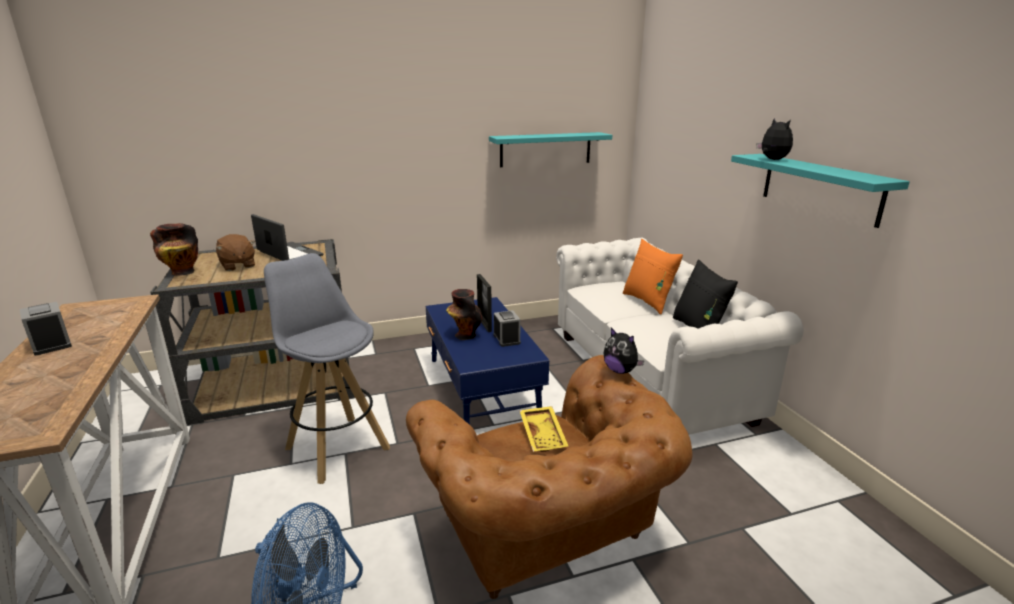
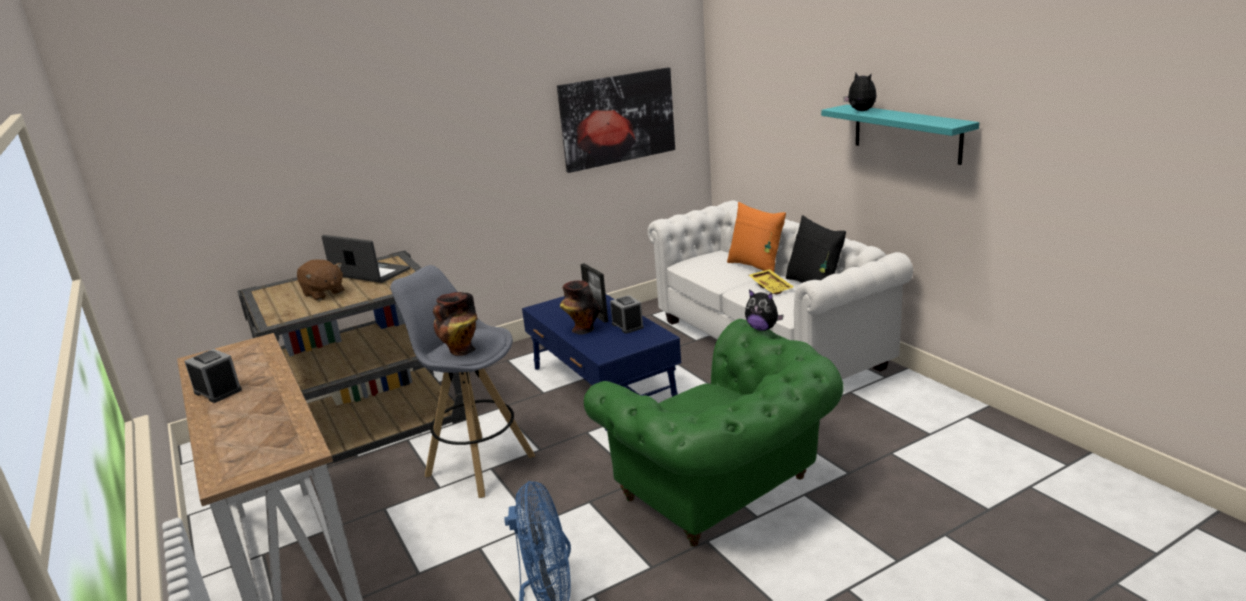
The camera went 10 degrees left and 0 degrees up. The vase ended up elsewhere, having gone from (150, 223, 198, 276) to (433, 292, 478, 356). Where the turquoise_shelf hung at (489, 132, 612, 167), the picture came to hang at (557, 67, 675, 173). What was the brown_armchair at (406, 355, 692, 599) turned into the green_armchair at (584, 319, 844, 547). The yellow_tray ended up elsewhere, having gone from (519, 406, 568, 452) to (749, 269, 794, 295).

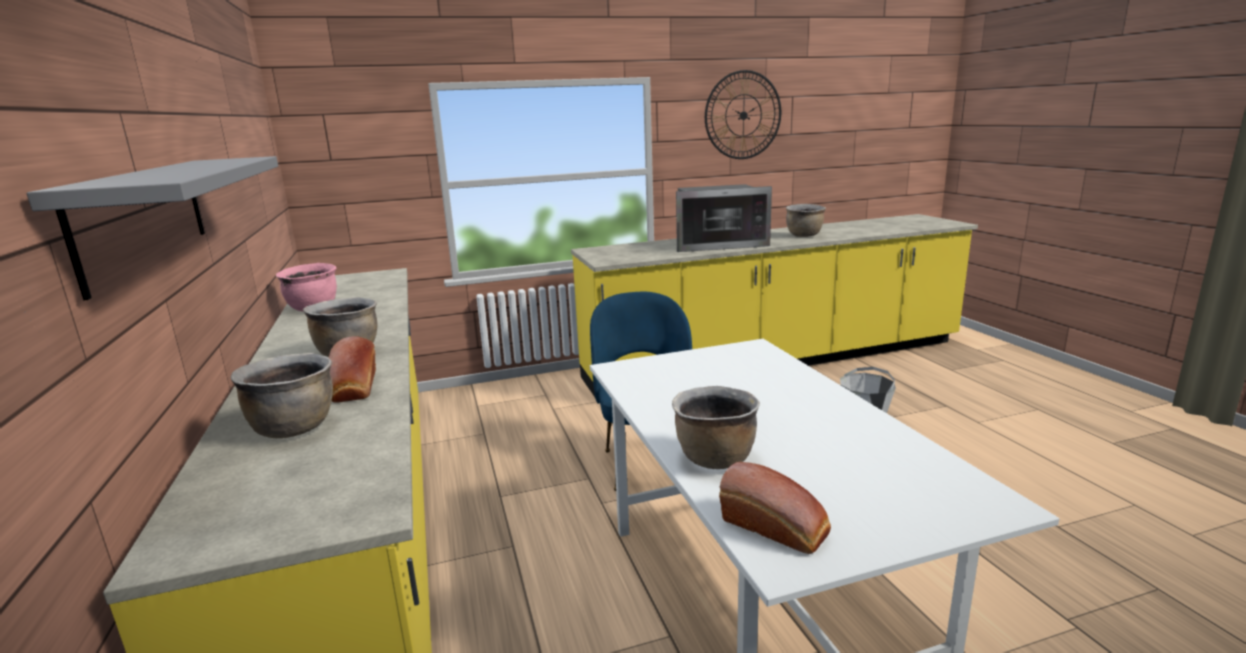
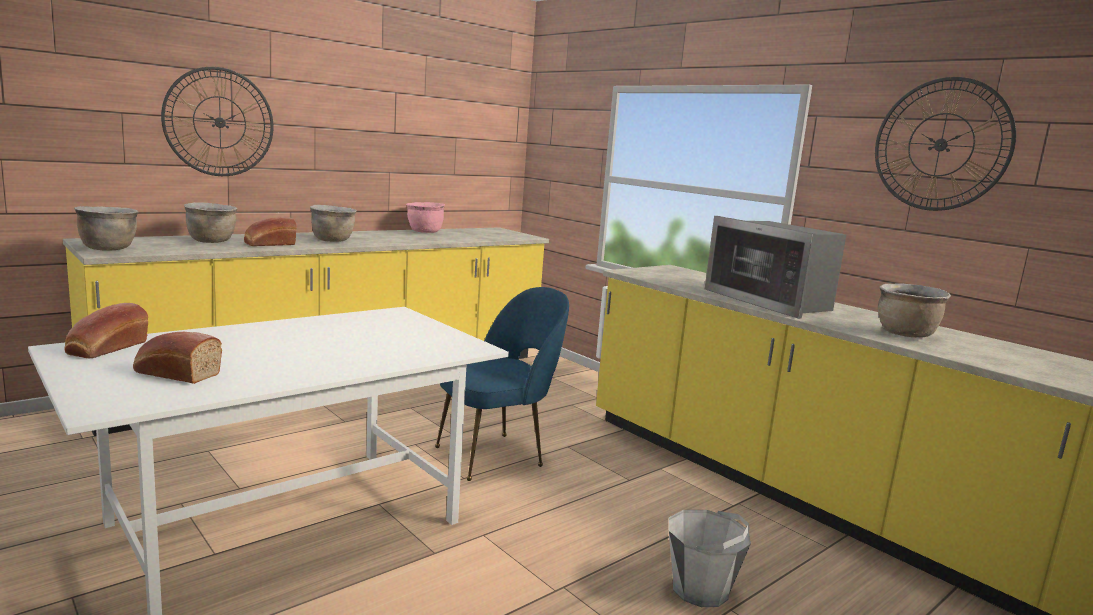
The camera went 65 degrees right and 5 degrees down. The brown_cooking_pot ended up elsewhere, having gone from (672, 386, 760, 469) to (74, 206, 138, 250). The second view gained the bread at (133, 332, 222, 384). Where the grey_shelf hung at (27, 156, 278, 301), the wall_clock came to hang at (161, 67, 274, 176).

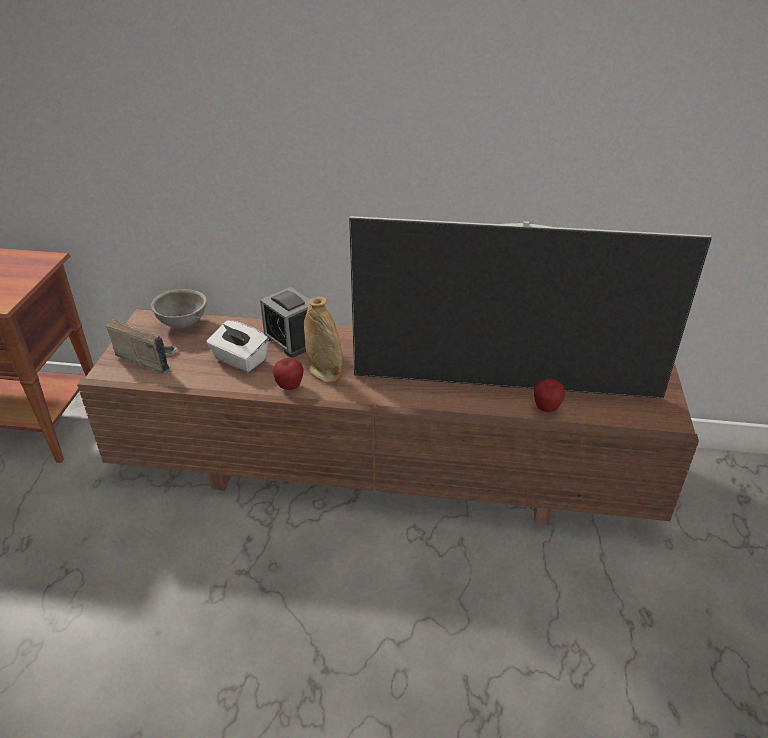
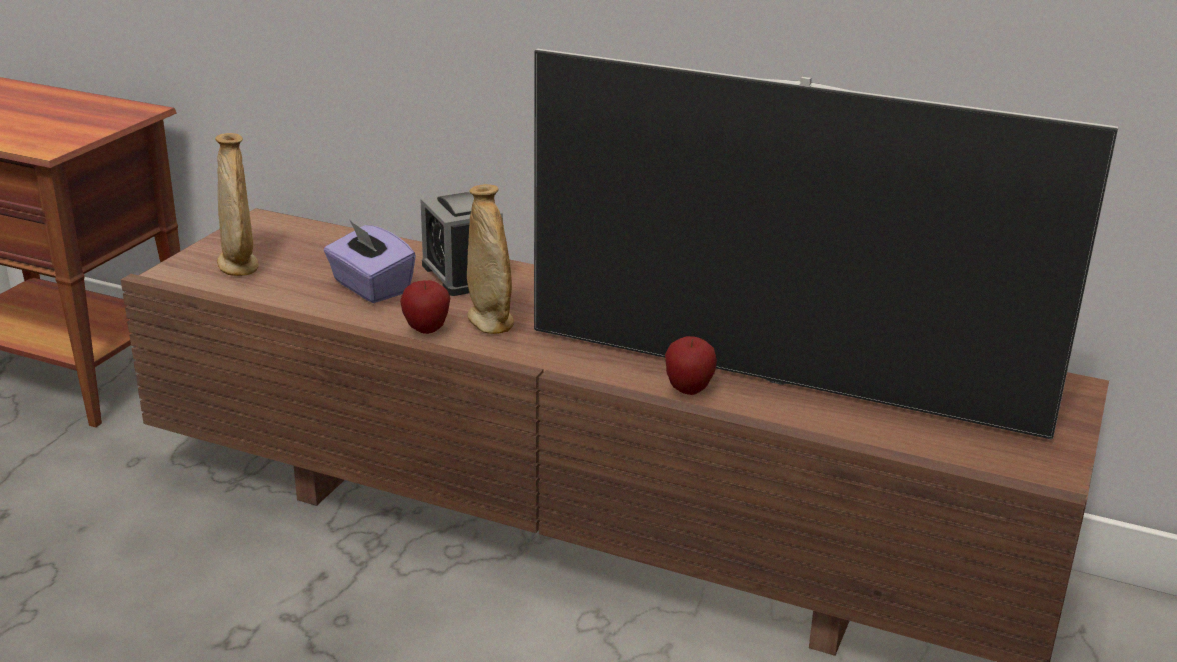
The camera went 15 degrees right and 10 degrees down. Where the radio stood at (107, 319, 178, 374), the beige_vase came to stand at (215, 133, 259, 276). What was the white_tissue_box at (207, 321, 269, 372) turned into the purple_tissue_box at (324, 220, 416, 303). The apple ended up elsewhere, having gone from (534, 378, 565, 412) to (665, 336, 717, 395). The second view lost the grey_bowl at (151, 289, 207, 328).

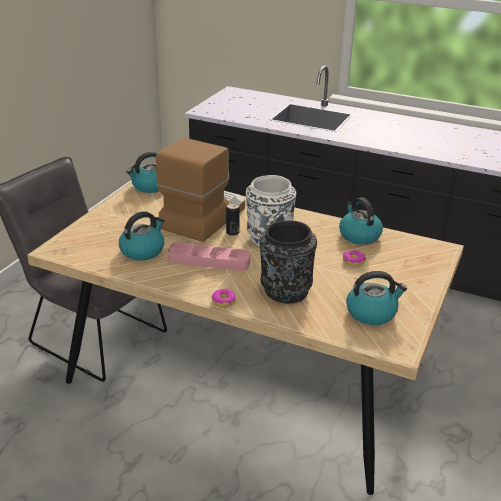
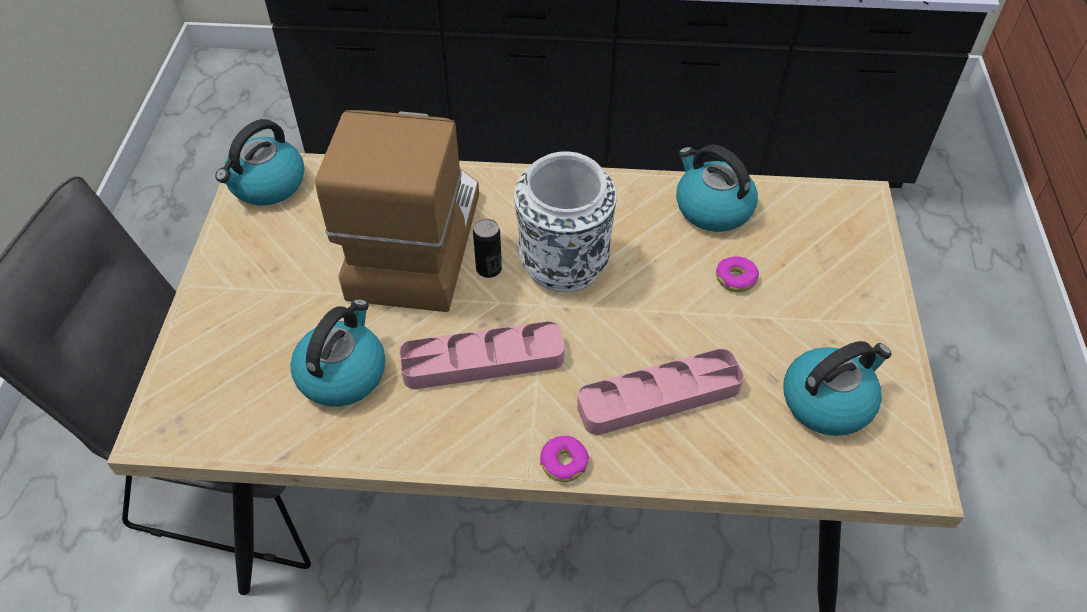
The camera went 20 degrees left and 20 degrees up. Where the black_vase stood at (260, 220, 317, 304), the pink_tray came to stand at (577, 348, 744, 435).

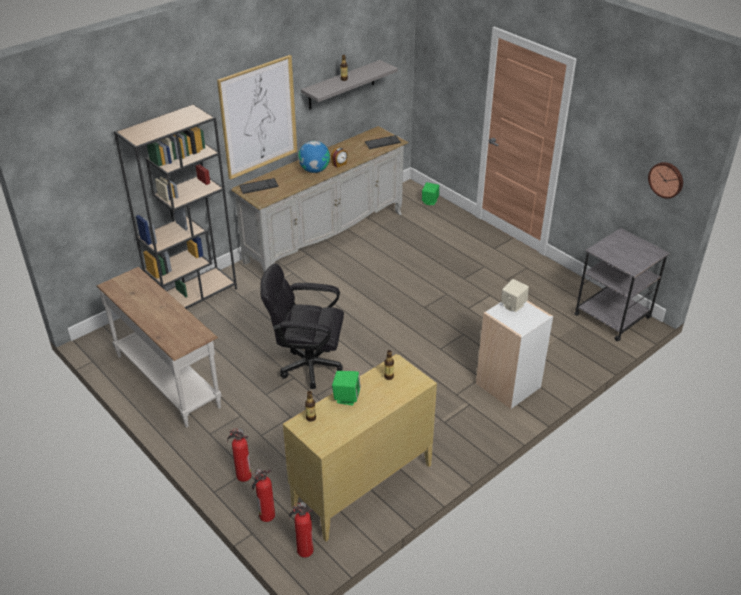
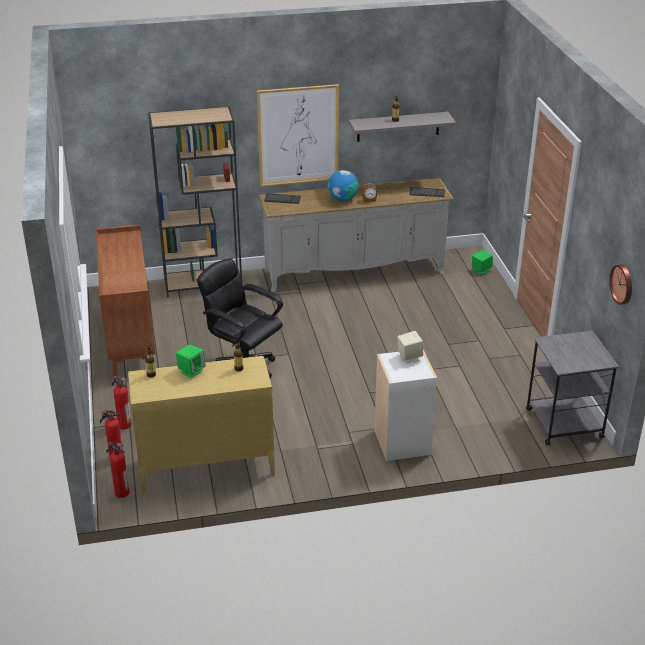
The camera went 30 degrees right and 5 degrees down. Where the white_console_table stood at (97, 267, 222, 427), the brown_cabinet came to stand at (95, 224, 155, 377).

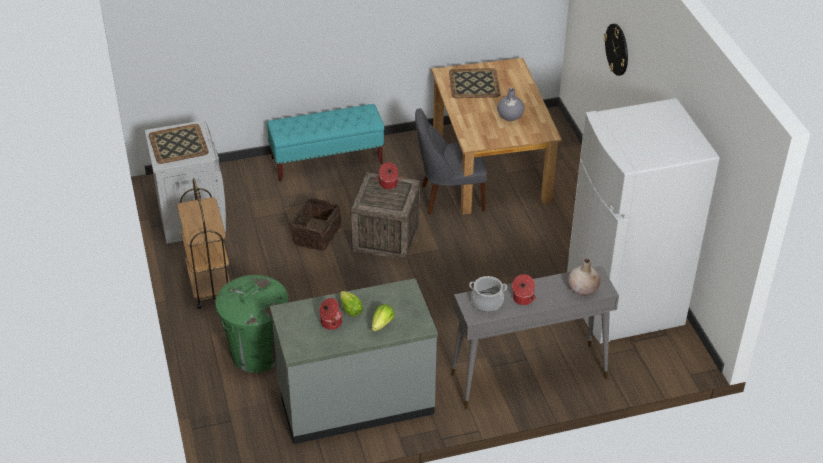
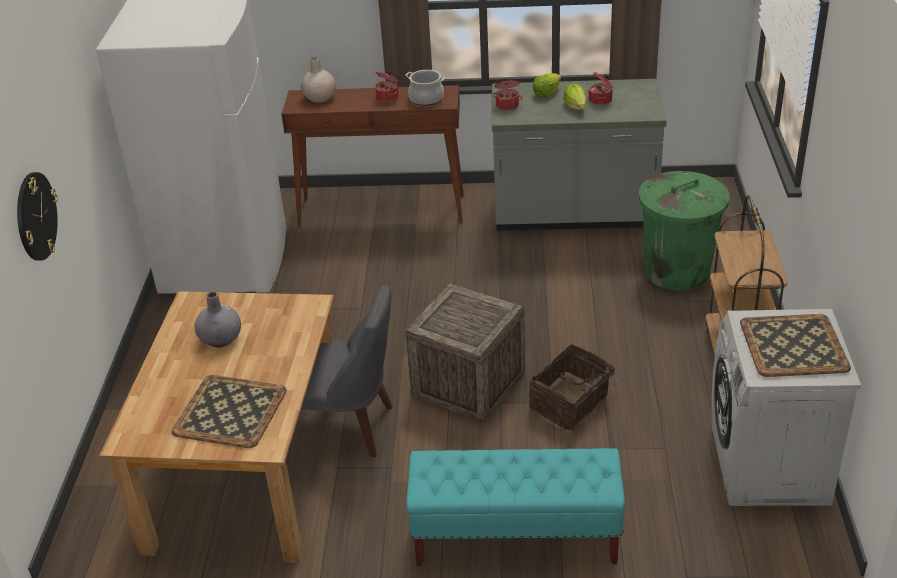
The camera went 160 degrees left and 5 degrees down. What was the grey_console_table at (451, 266, 619, 409) turned into the brown_console_table at (281, 85, 464, 228). The cooking_pot ended up elsewhere, having gone from (376, 162, 401, 189) to (491, 78, 523, 111).

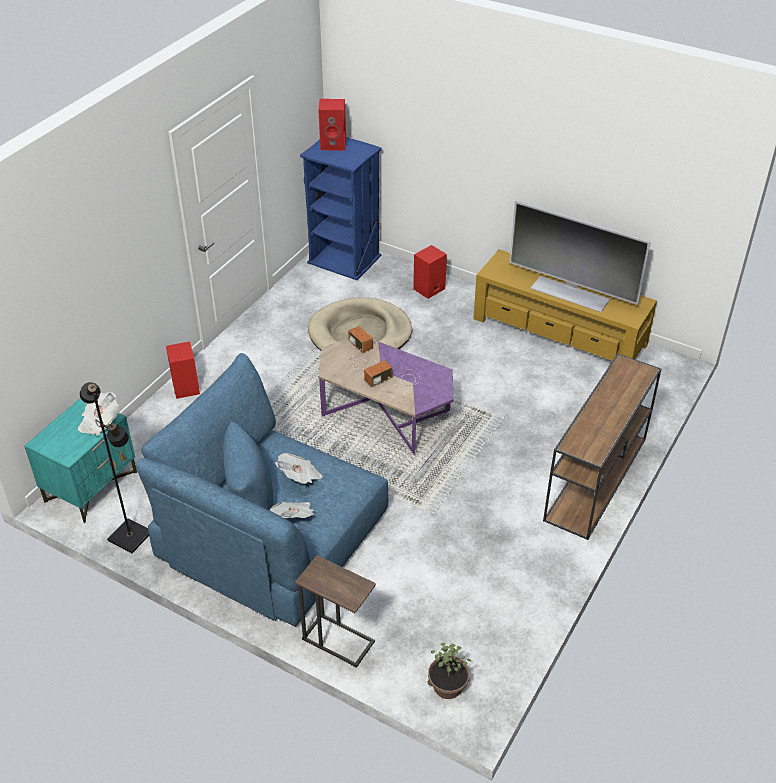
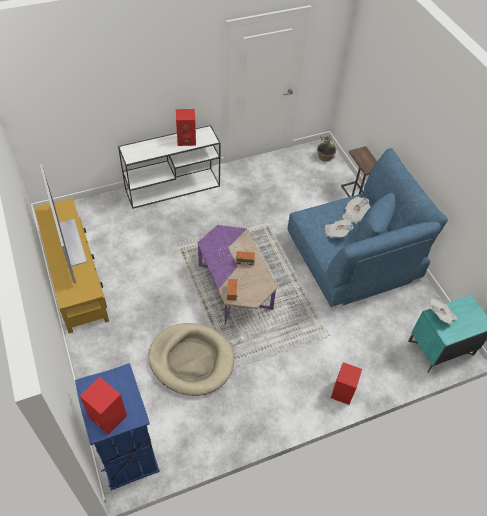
The camera went 145 degrees left and 10 degrees up. What was the brown_console_table at (543, 353, 661, 540) turned into the white_console_table at (118, 125, 220, 209). The red_speaker ended up elsewhere, having gone from (413, 245, 447, 299) to (176, 109, 196, 146). The second view lost the black_floor_lamp at (80, 382, 149, 553).

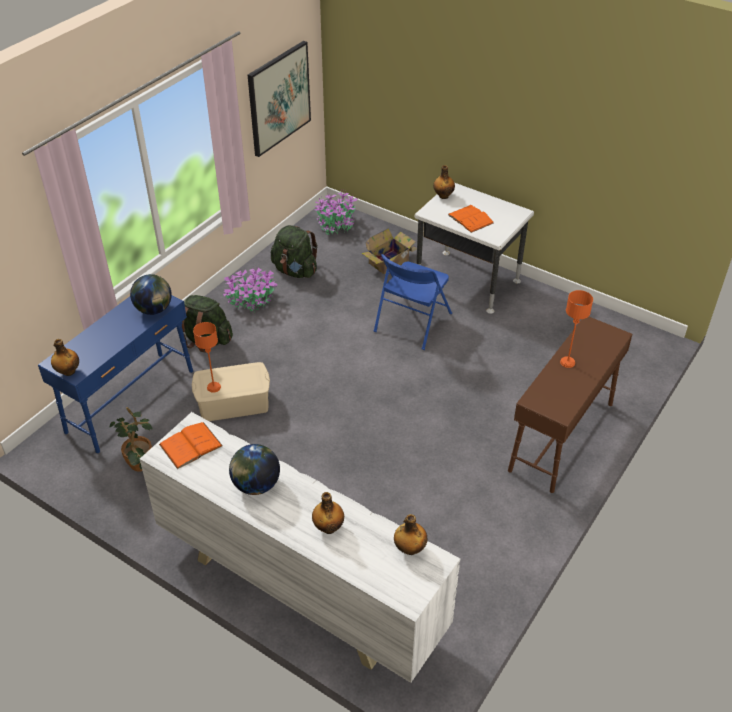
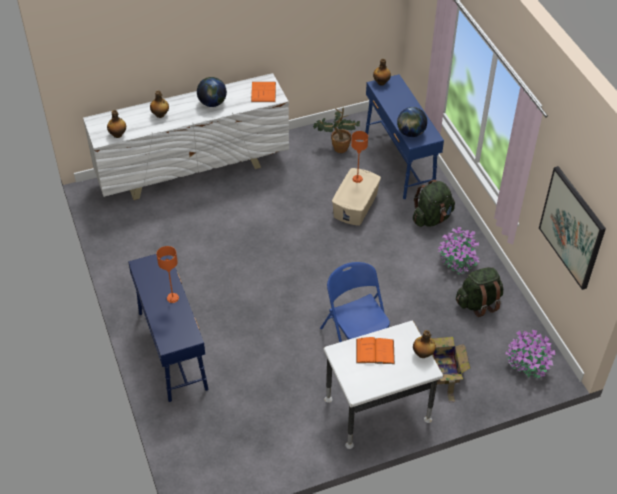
The camera went 125 degrees right and 5 degrees up. What was the brown_console_table at (508, 317, 633, 493) turned into the blue_console_table at (128, 254, 208, 402).

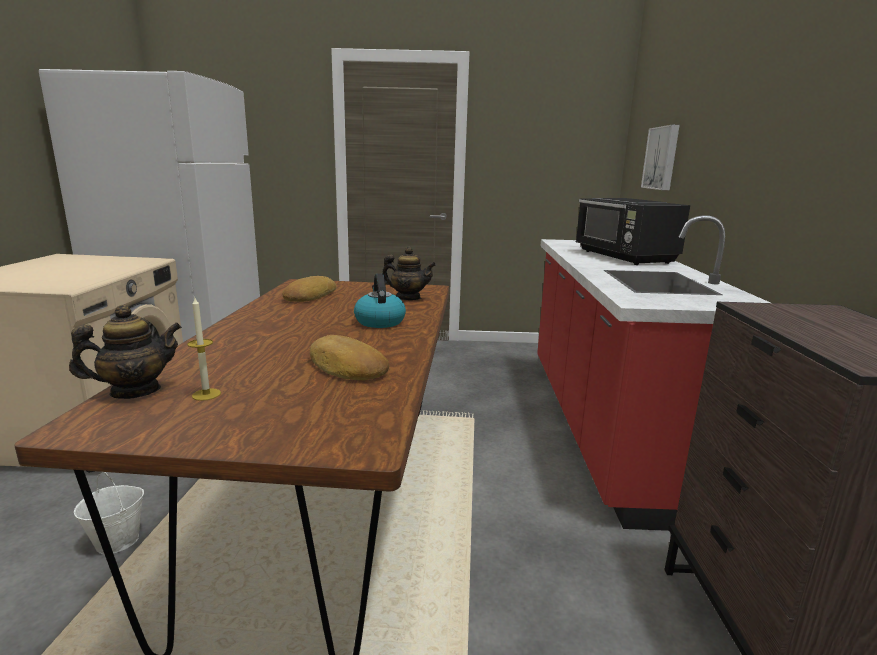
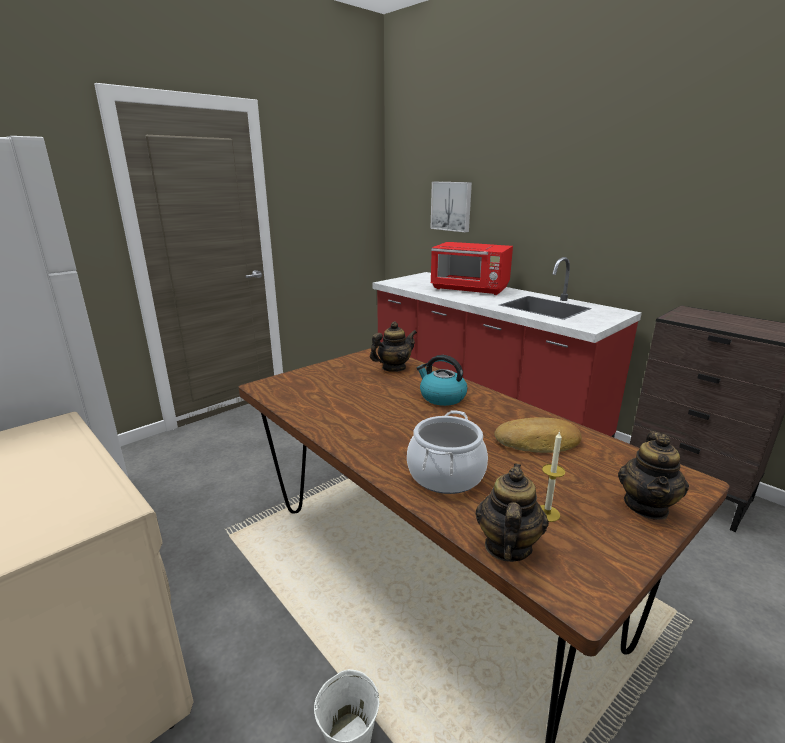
The camera went 45 degrees left and 5 degrees up. The second view gained the cooking_pot at (407, 410, 488, 494). What was the black_microwave at (576, 198, 690, 265) turned into the red_microwave at (431, 242, 513, 295). The second view gained the teapot at (618, 431, 689, 520). The second view lost the bread at (282, 276, 336, 302).

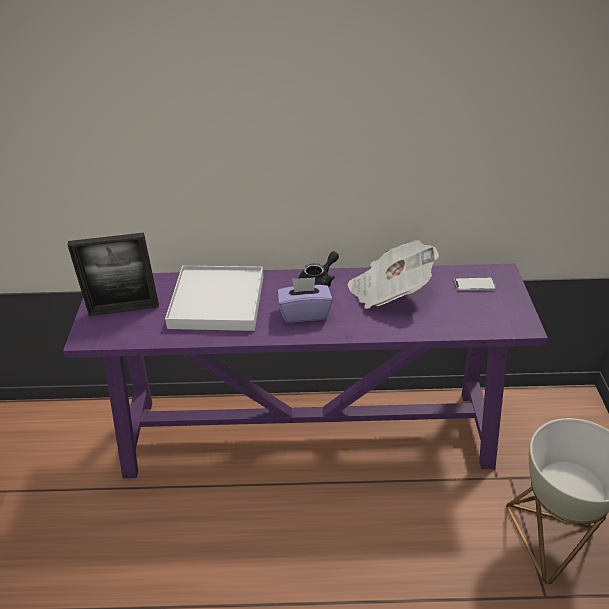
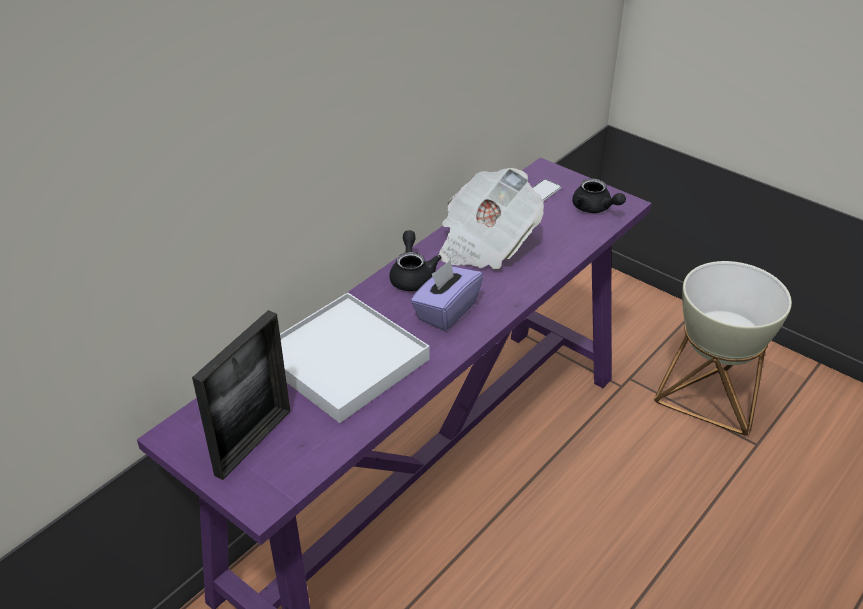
The camera went 50 degrees left and 0 degrees up. The second view gained the black_teapot at (572, 179, 626, 213).

